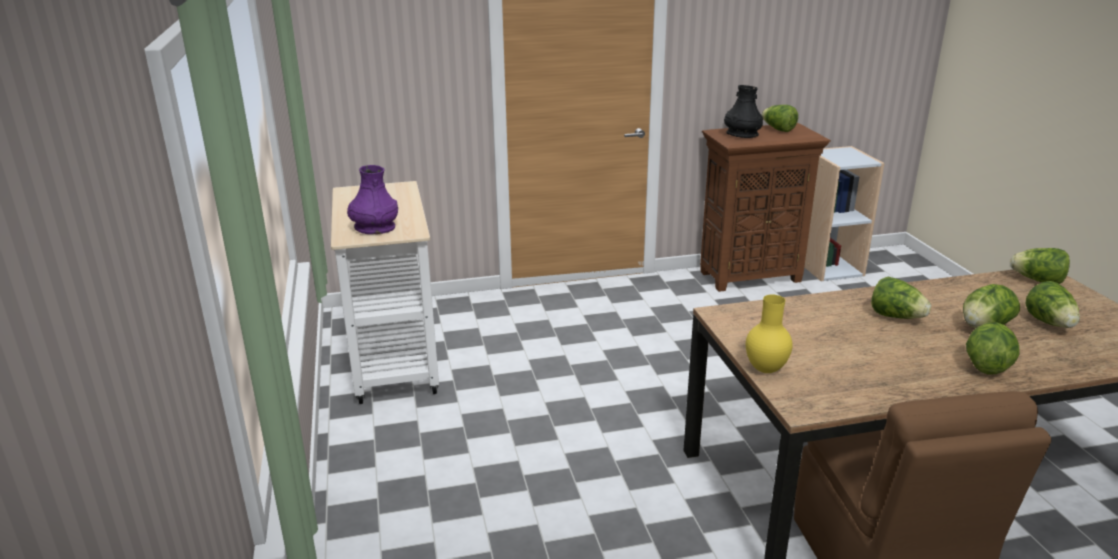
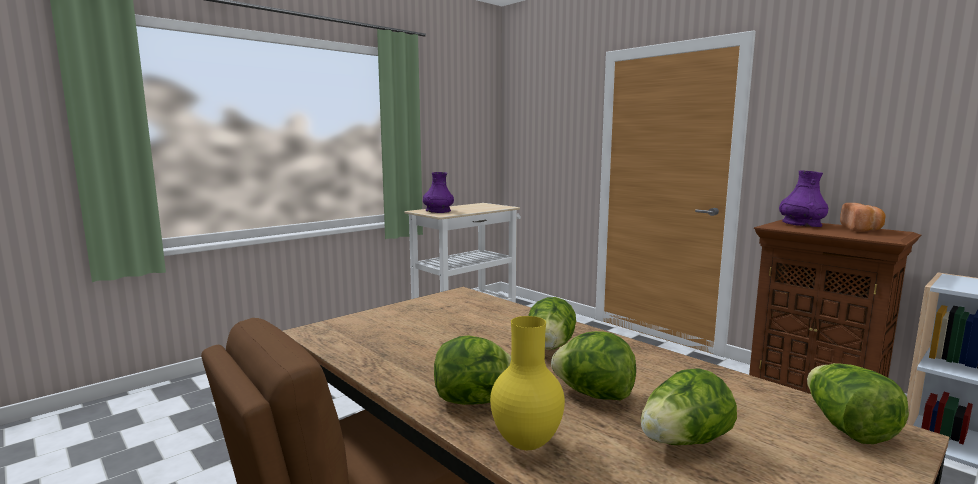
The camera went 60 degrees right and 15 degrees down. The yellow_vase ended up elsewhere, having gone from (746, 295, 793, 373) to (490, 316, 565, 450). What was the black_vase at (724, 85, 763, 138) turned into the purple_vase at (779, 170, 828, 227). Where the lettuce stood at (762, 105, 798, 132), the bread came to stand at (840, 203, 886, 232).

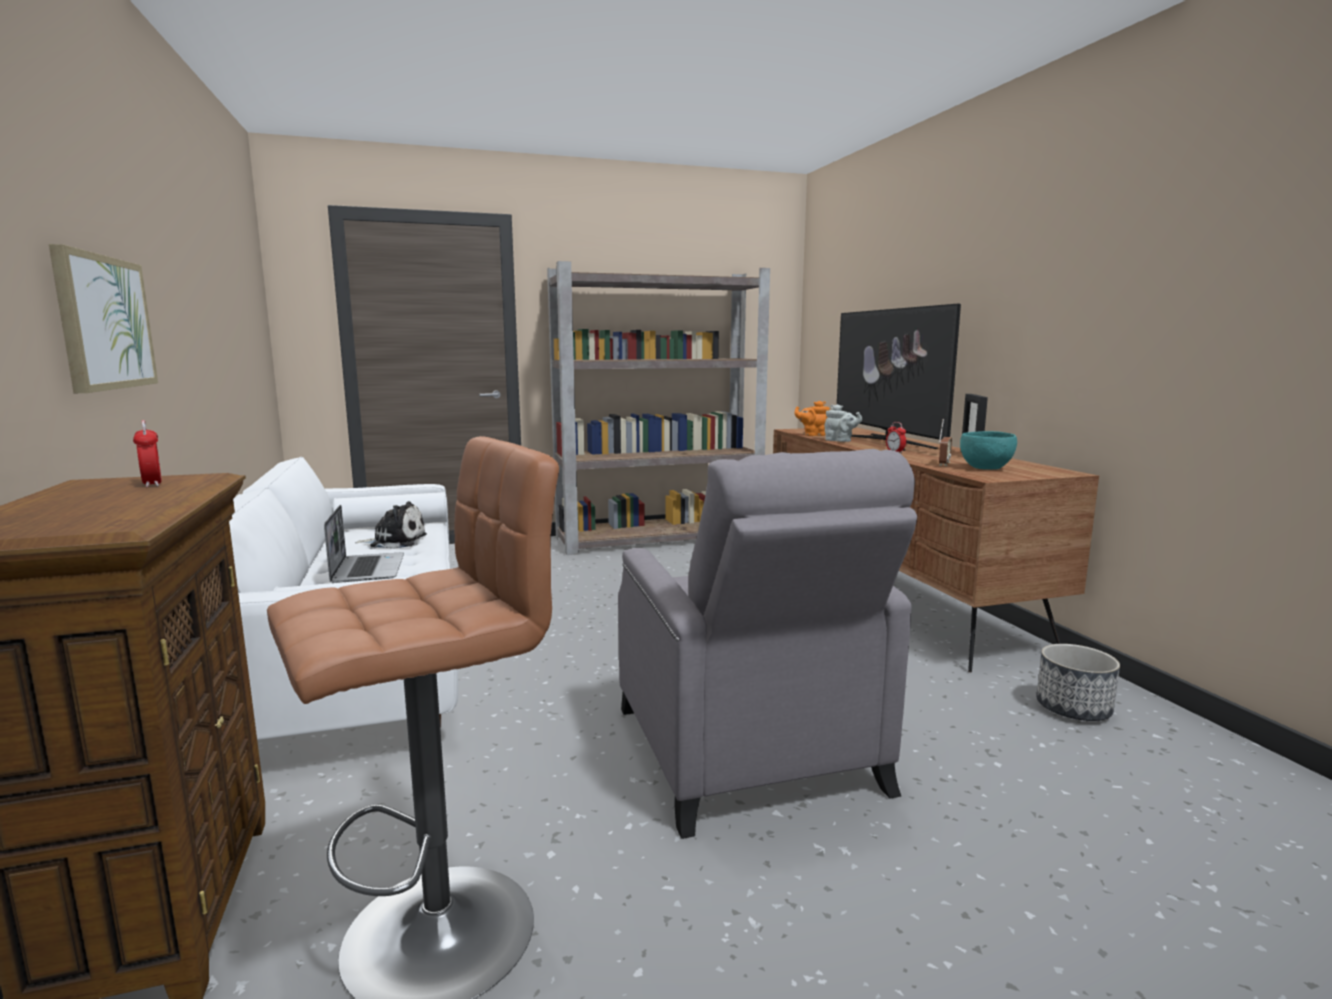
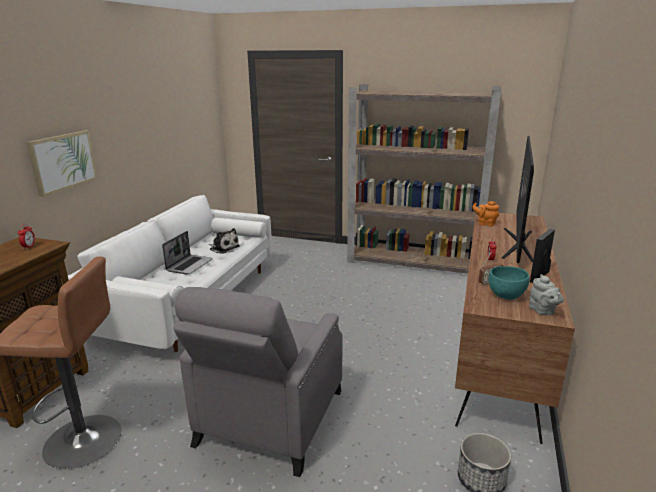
The camera went 35 degrees right and 10 degrees up. The grey_teapot ended up elsewhere, having gone from (825, 404, 862, 442) to (529, 274, 564, 315).

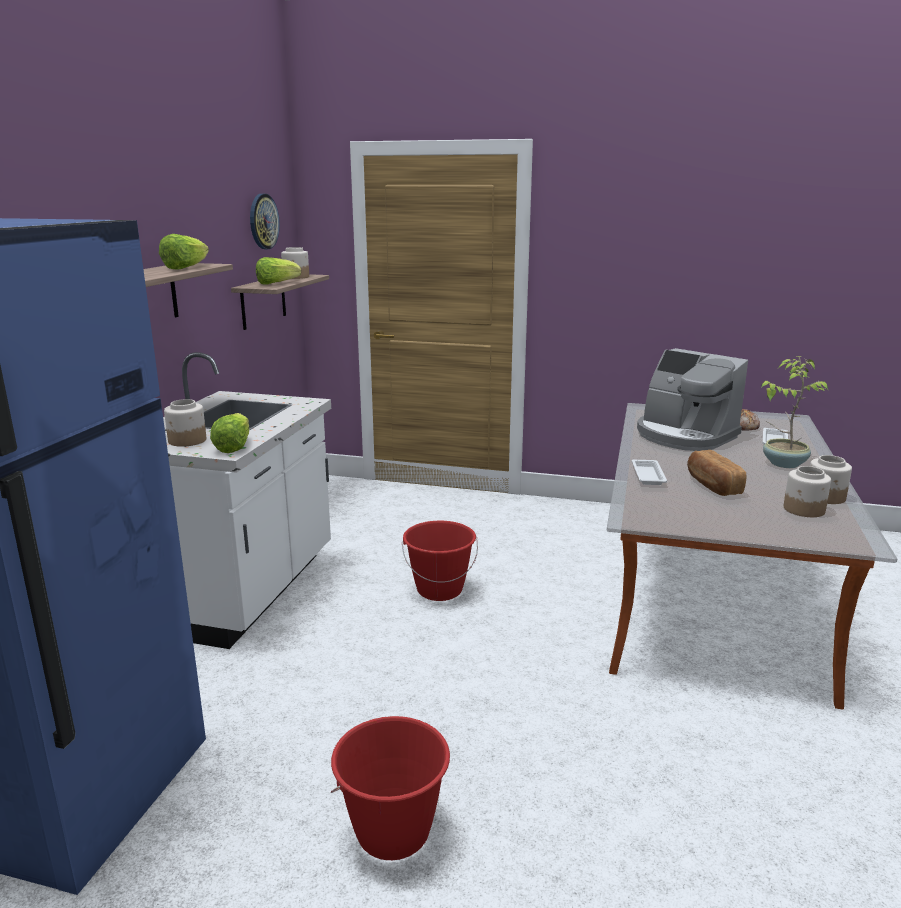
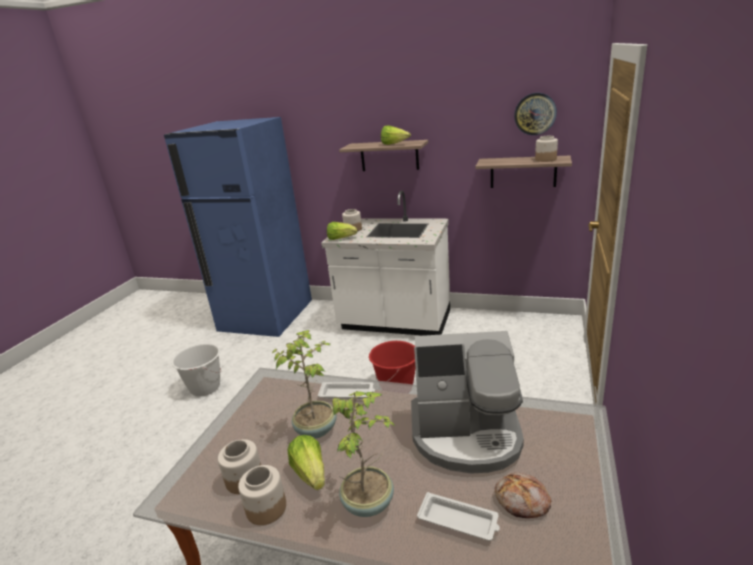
The camera went 95 degrees right and 5 degrees up. What was the red_bucket at (331, 716, 450, 860) turned into the white_bucket at (171, 343, 221, 397). Where the bread stood at (687, 450, 746, 496), the potted_plant came to stand at (271, 330, 336, 439). The lettuce ended up elsewhere, having gone from (256, 257, 301, 285) to (287, 435, 325, 490). The coffee_machine at (637, 348, 748, 451) ended up facing another way, 135 degrees counterclockwise from before.

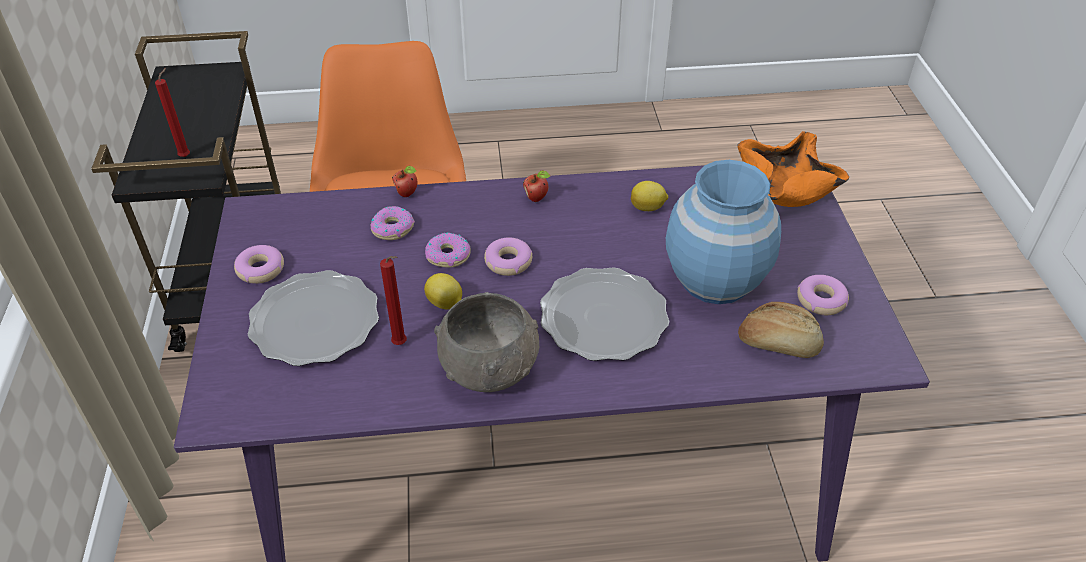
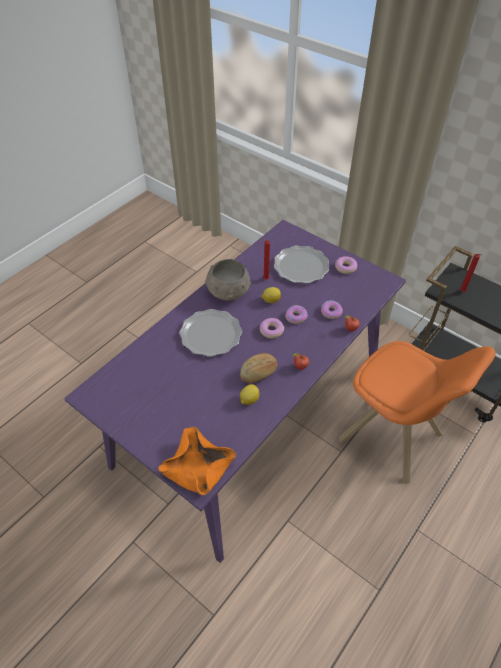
The camera went 135 degrees right and 5 degrees up. The bread ended up elsewhere, having gone from (738, 302, 824, 358) to (240, 353, 277, 383). The second view lost the blue_vase at (666, 160, 781, 304). The second view lost the donut at (797, 275, 849, 315).

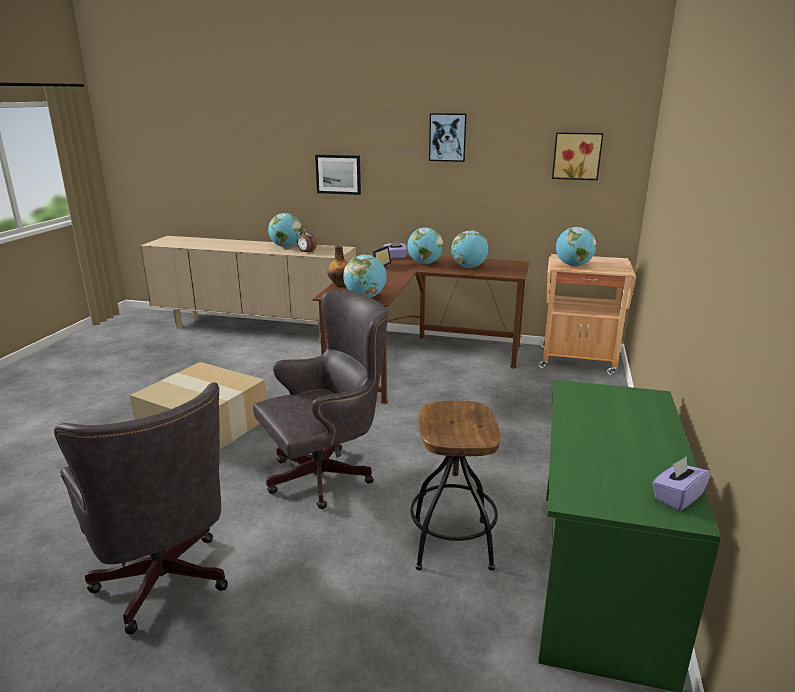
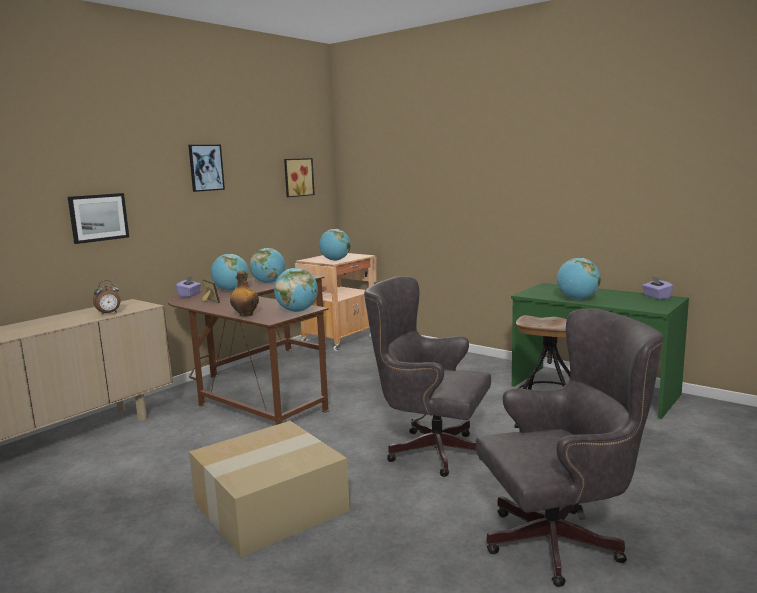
The camera went 65 degrees left and 10 degrees down. The grey_office_chair at (253, 289, 388, 509) ended up facing another way, 60 degrees counterclockwise from before. The globe ended up elsewhere, having gone from (268, 213, 302, 247) to (557, 258, 601, 300).

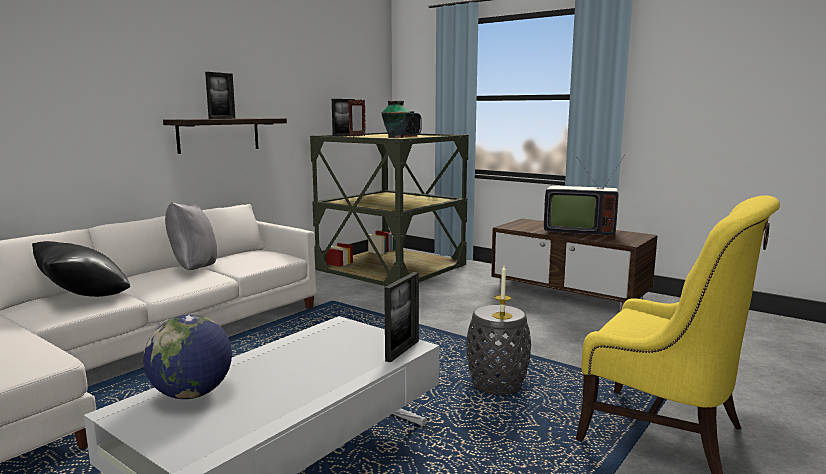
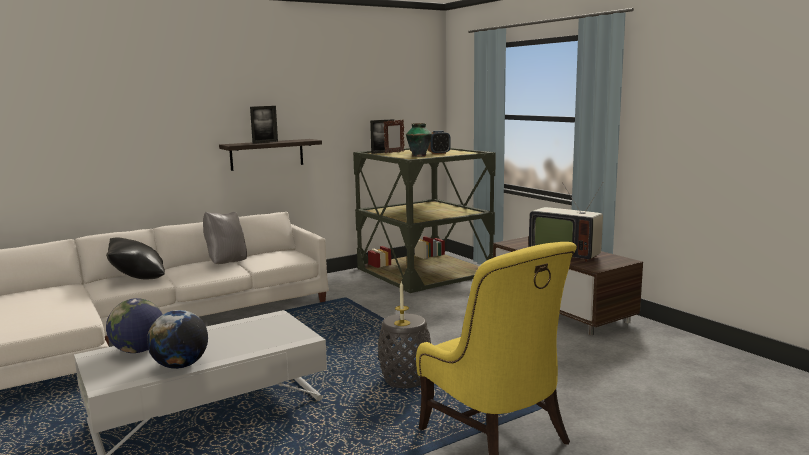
The camera went 20 degrees right and 0 degrees up. The second view gained the globe at (147, 310, 208, 369). The second view lost the picture_frame at (384, 272, 419, 362).

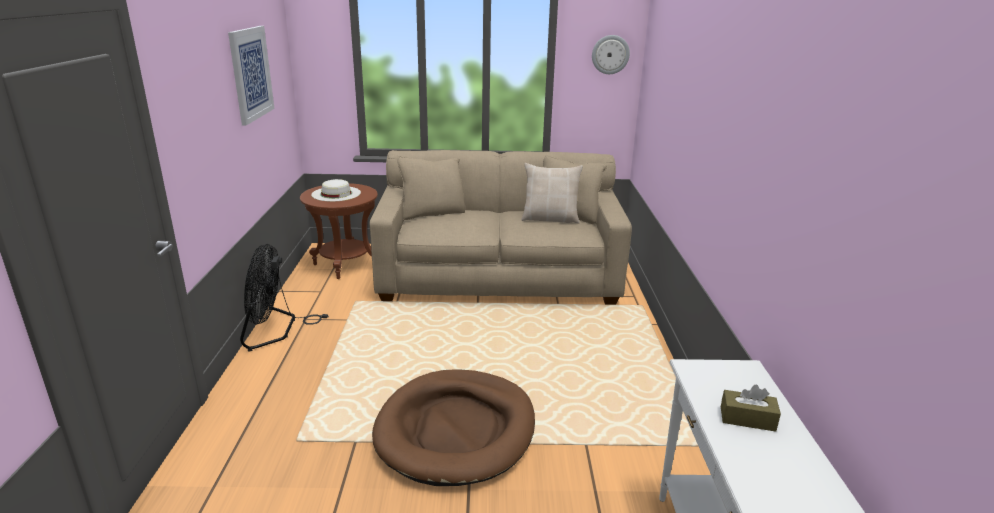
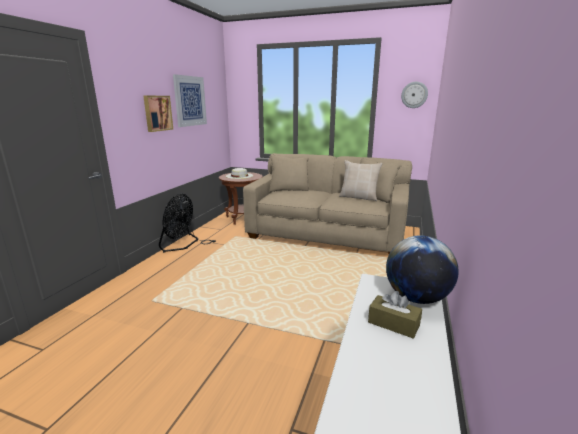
The camera went 20 degrees right and 5 degrees down. The second view gained the picture at (143, 95, 173, 132). The second view gained the globe at (386, 235, 459, 304). The second view lost the brown_dog_bed at (372, 369, 535, 486).

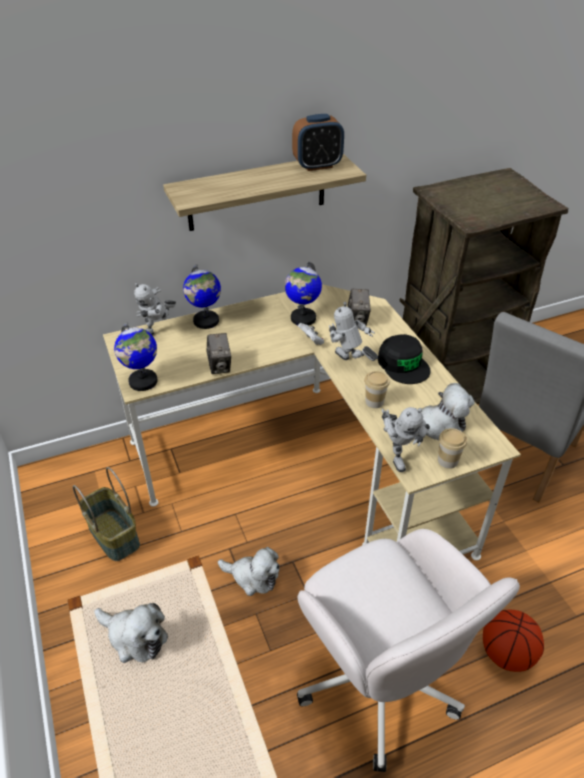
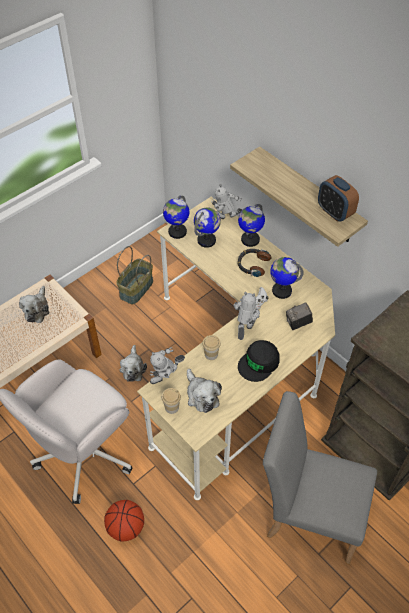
The camera went 70 degrees right and 10 degrees up. The second view gained the globe at (194, 207, 221, 248). The second view gained the headphones at (238, 249, 271, 277). The second view lost the photo_camera at (207, 333, 231, 374).

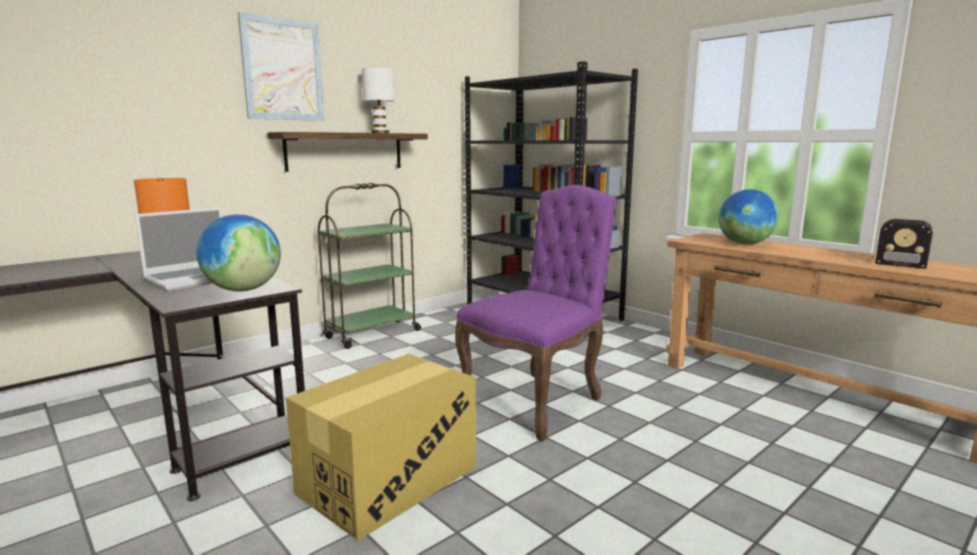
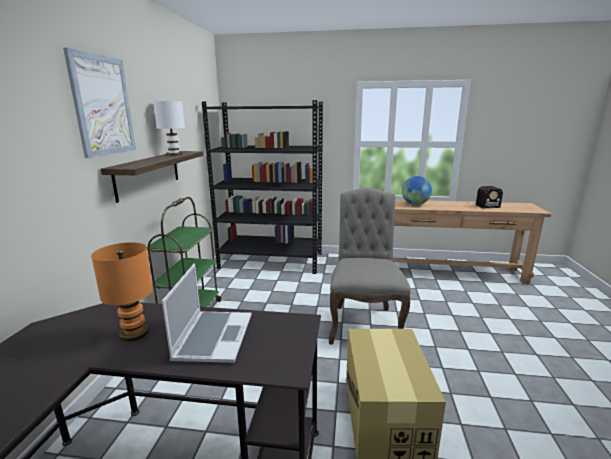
The camera went 40 degrees left and 5 degrees up. What was the purple_chair at (455, 185, 617, 441) turned into the grey_chair at (329, 188, 411, 344). The second view lost the globe at (197, 214, 281, 292).

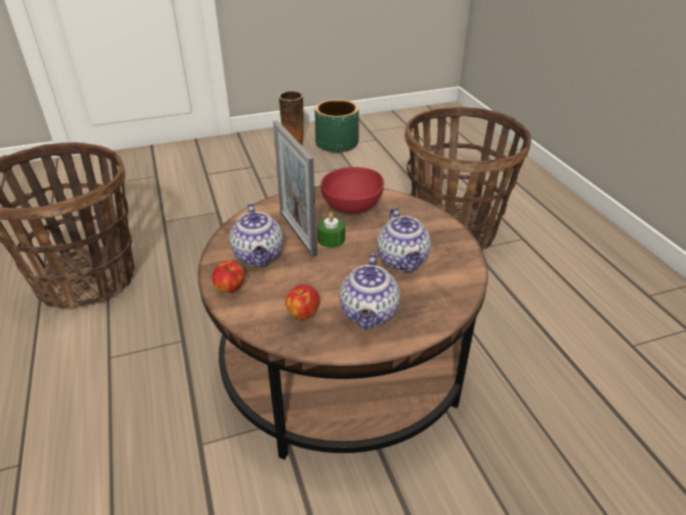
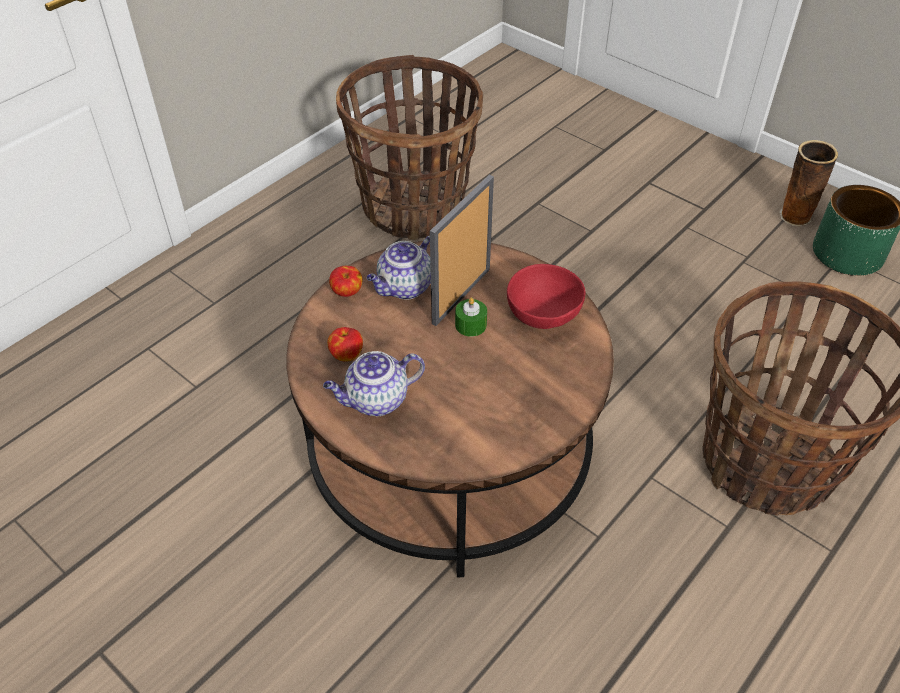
The camera went 60 degrees right and 10 degrees up. The second view lost the teapot at (377, 208, 431, 272).

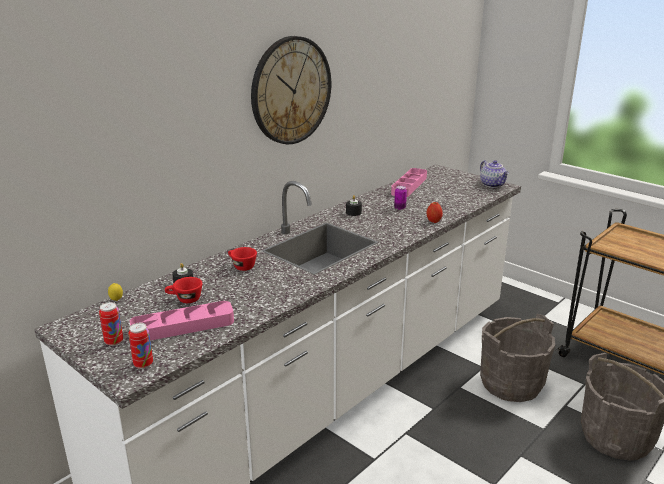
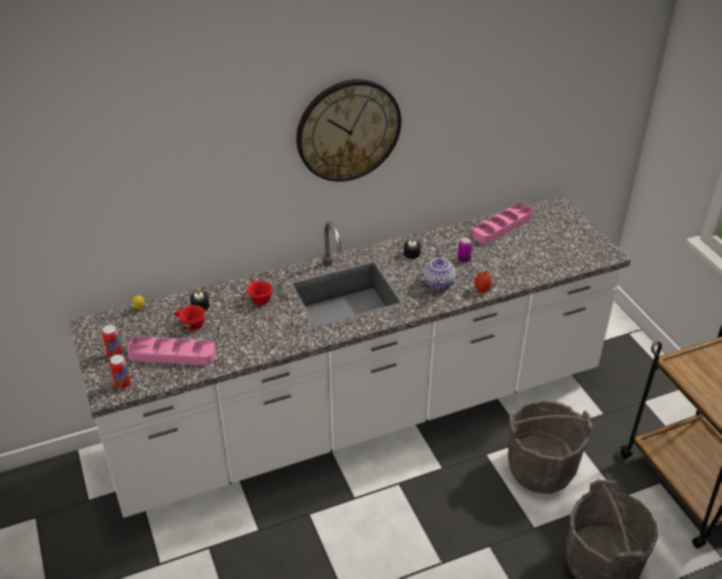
The camera went 25 degrees right and 15 degrees up. The teapot ended up elsewhere, having gone from (480, 160, 509, 188) to (424, 251, 456, 291).

